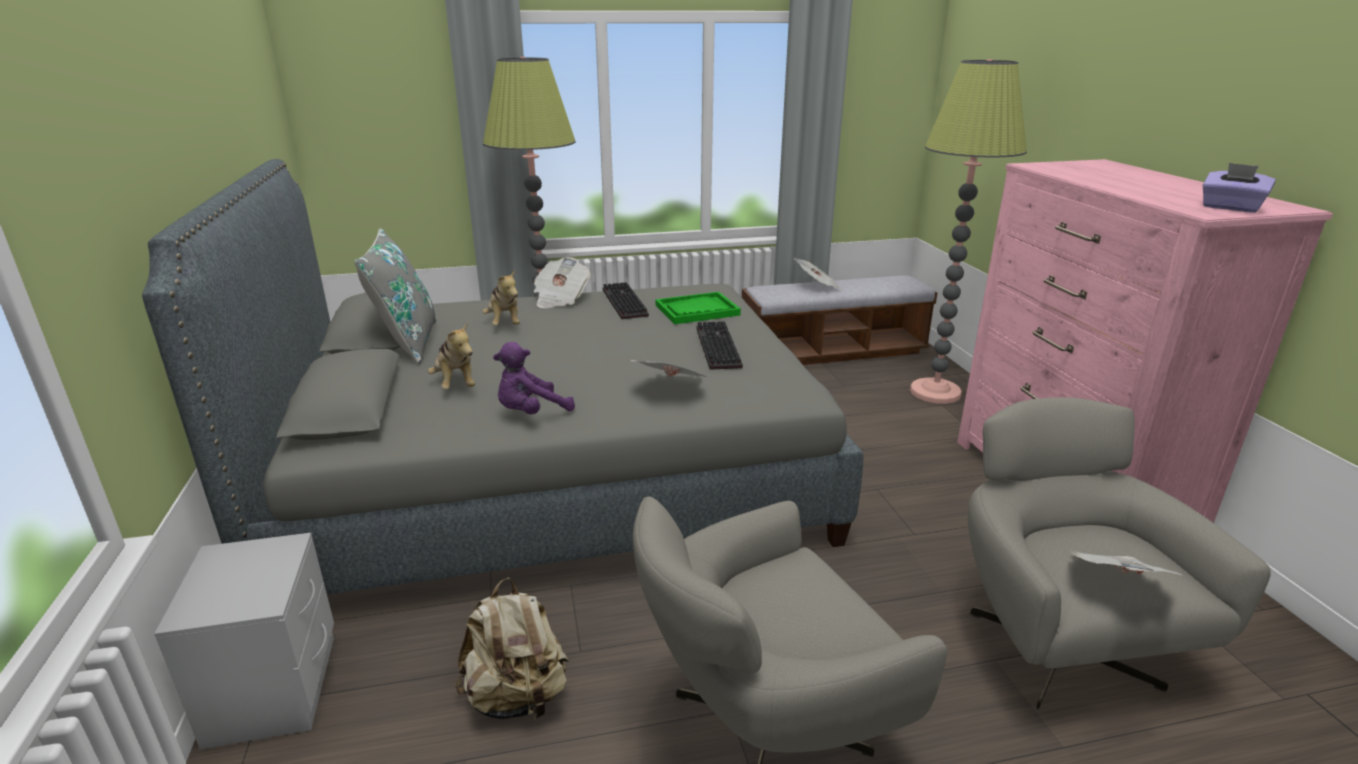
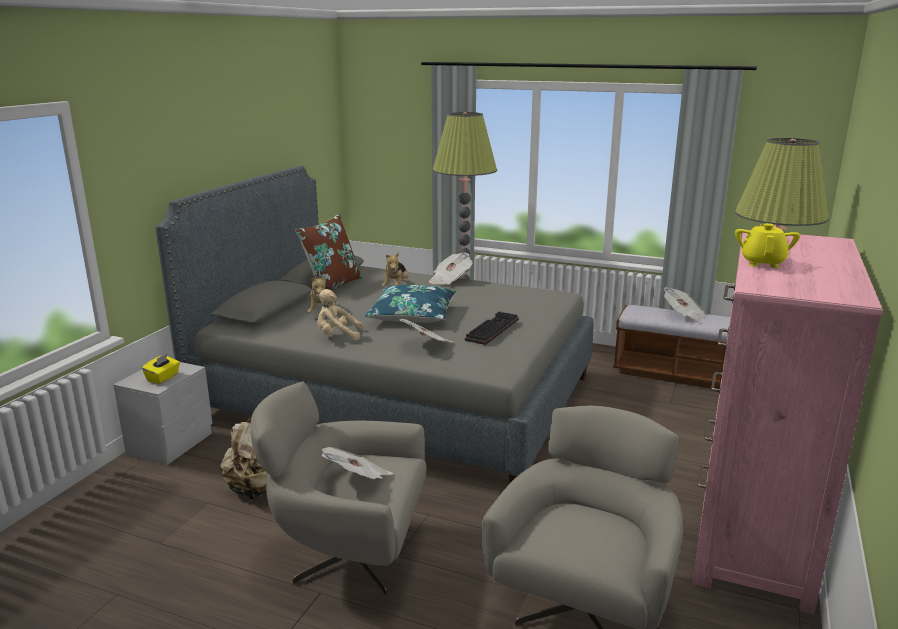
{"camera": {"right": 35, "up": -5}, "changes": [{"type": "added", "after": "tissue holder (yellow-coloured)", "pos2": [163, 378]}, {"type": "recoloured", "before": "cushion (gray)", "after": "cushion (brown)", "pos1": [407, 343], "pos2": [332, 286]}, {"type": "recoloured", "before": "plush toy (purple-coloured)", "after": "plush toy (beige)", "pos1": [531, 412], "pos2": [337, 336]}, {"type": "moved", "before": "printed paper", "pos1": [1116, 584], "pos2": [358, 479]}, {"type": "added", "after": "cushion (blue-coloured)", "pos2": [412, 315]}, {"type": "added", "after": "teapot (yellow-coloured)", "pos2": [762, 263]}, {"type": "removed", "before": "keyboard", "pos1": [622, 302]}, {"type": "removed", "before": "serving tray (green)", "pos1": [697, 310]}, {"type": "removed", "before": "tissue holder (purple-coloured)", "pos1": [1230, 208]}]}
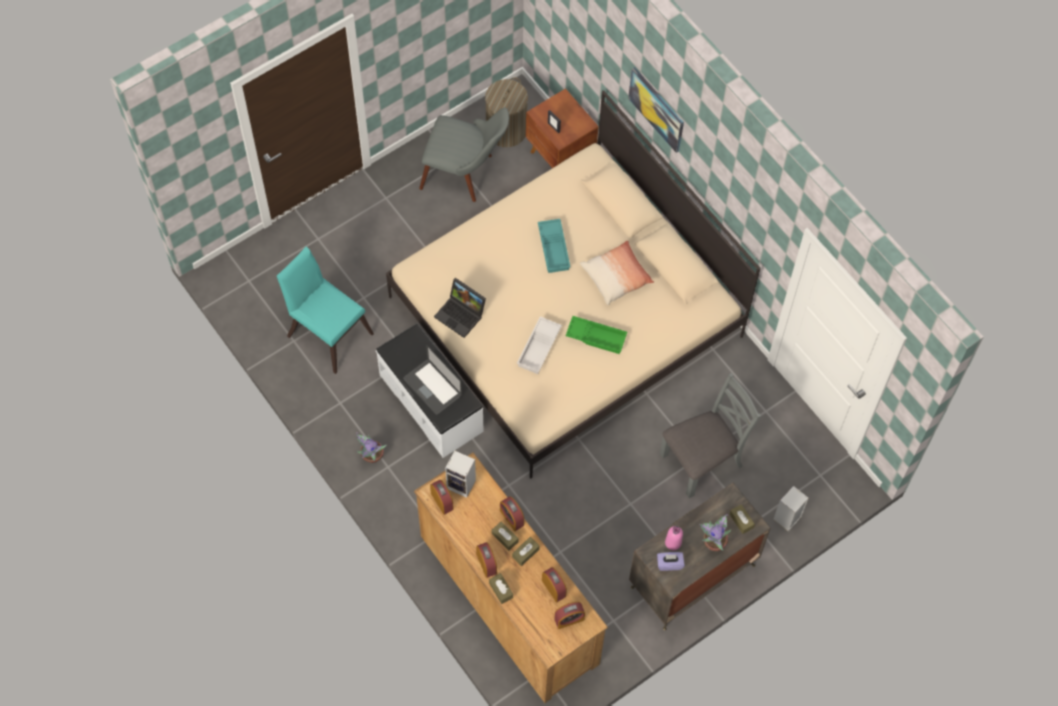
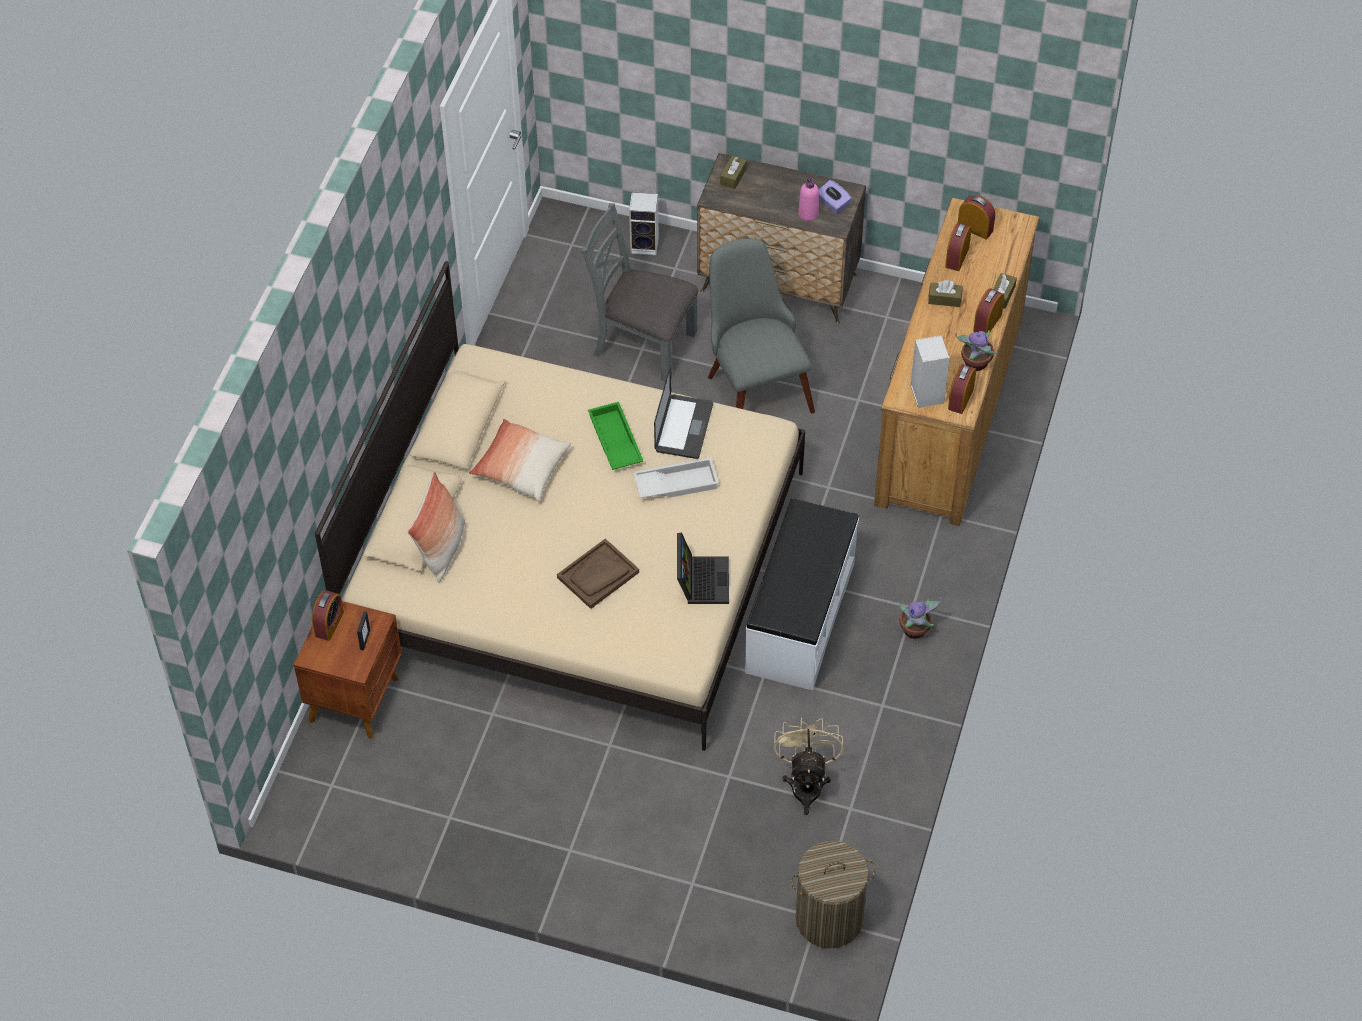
{"camera": {"right": -125, "up": -10}, "changes": [{"type": "moved", "before": "table clock", "pos1": [511, 517], "pos2": [329, 624]}, {"type": "added", "after": "cushion", "pos2": [442, 549]}, {"type": "added", "after": "serving tray (brown)", "pos2": [598, 575]}, {"type": "moved", "before": "notebook computer", "pos1": [432, 387], "pos2": [684, 428]}, {"type": "moved", "before": "plain chair (gray)", "pos1": [466, 173], "pos2": [754, 383]}, {"type": "replaced", "before": "plain chair (turquoise)", "after": "fan (beige)", "pos1": [327, 331], "pos2": [806, 783]}, {"type": "moved", "before": "laundry basket", "pos1": [506, 130], "pos2": [829, 918]}, {"type": "moved", "before": "plant in a pot", "pos1": [714, 541], "pos2": [975, 364]}, {"type": "removed", "before": "tissue holder (brown)", "pos1": [505, 537]}, {"type": "removed", "before": "serving tray (turquoise)", "pos1": [554, 248]}, {"type": "removed", "before": "wall art", "pos1": [657, 109]}]}
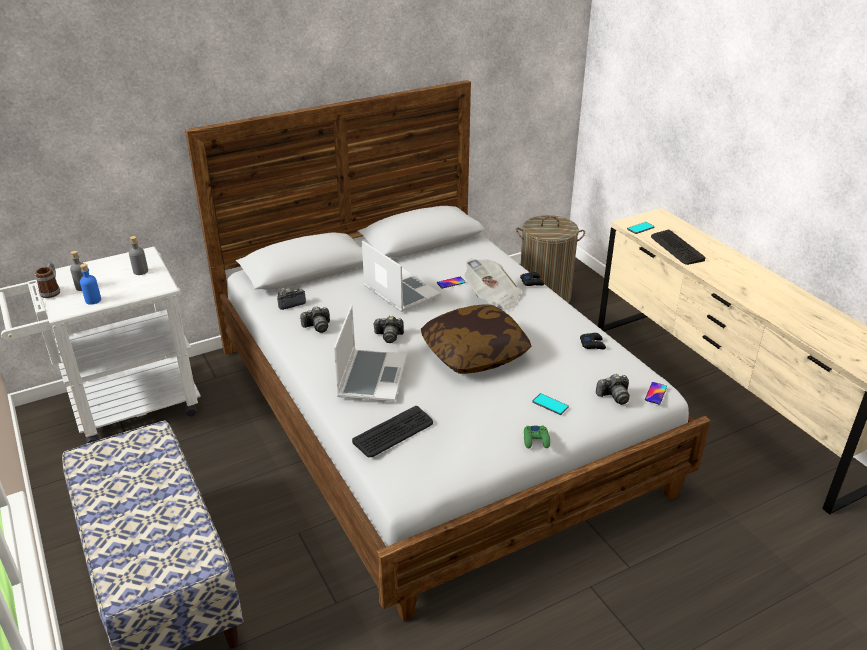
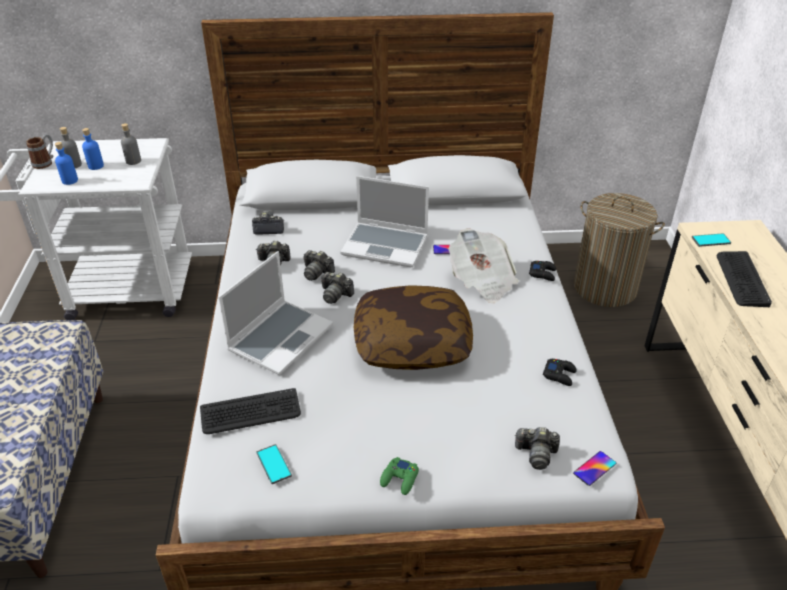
{"camera": {"right": 25, "up": 5}, "changes": [{"type": "added", "after": "bottle (blue-coloured)", "pos2": [96, 166]}, {"type": "moved", "before": "handset", "pos1": [550, 404], "pos2": [273, 464]}, {"type": "added", "after": "photo camera", "pos2": [317, 272]}, {"type": "turned", "before": "notebook computer", "pos1": [399, 291], "pos2": [386, 245], "turn": 120}]}
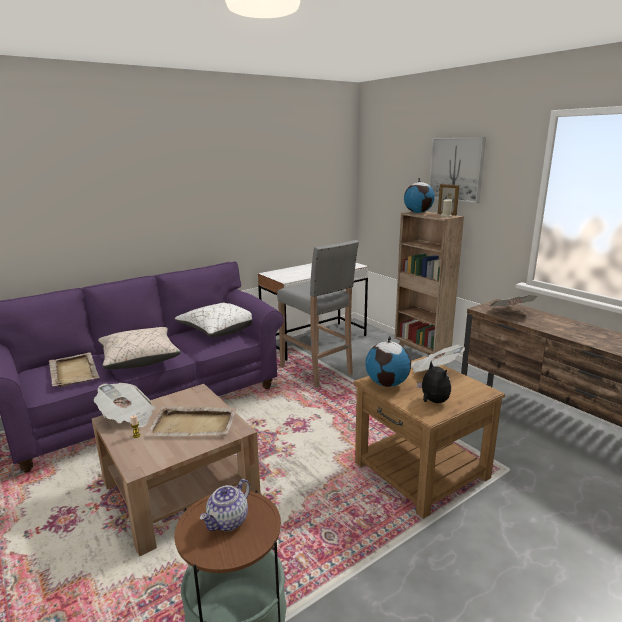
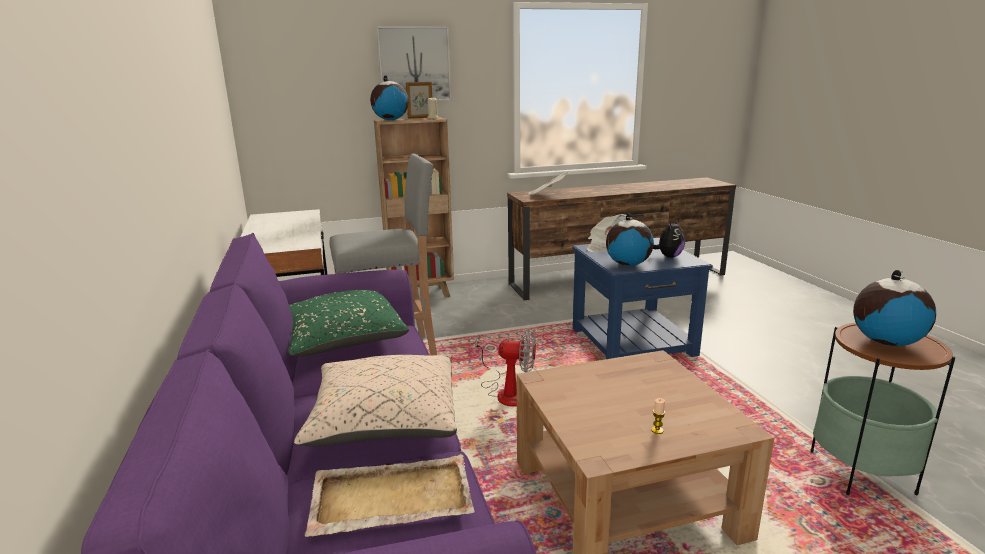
{"camera": {"right": -70, "up": 0}, "changes": [{"type": "recoloured", "before": "cushion (white-coloured)", "after": "cushion (green)", "pos1": [219, 330], "pos2": [341, 341]}, {"type": "added", "after": "fan", "pos2": [507, 392]}, {"type": "recoloured", "before": "end table (brown)", "after": "end table (blue-coloured)", "pos1": [420, 471], "pos2": [632, 342]}, {"type": "turned", "before": "plush toy", "pos1": [433, 401], "pos2": [668, 256], "turn": 135}, {"type": "replaced", "before": "teapot", "after": "desk globe", "pos1": [228, 521], "pos2": [885, 342]}, {"type": "removed", "before": "printed paper", "pos1": [127, 417]}, {"type": "removed", "before": "serving tray (beige)", "pos1": [194, 424]}]}
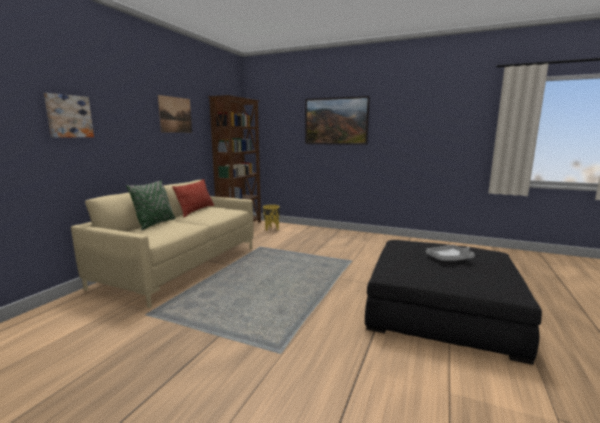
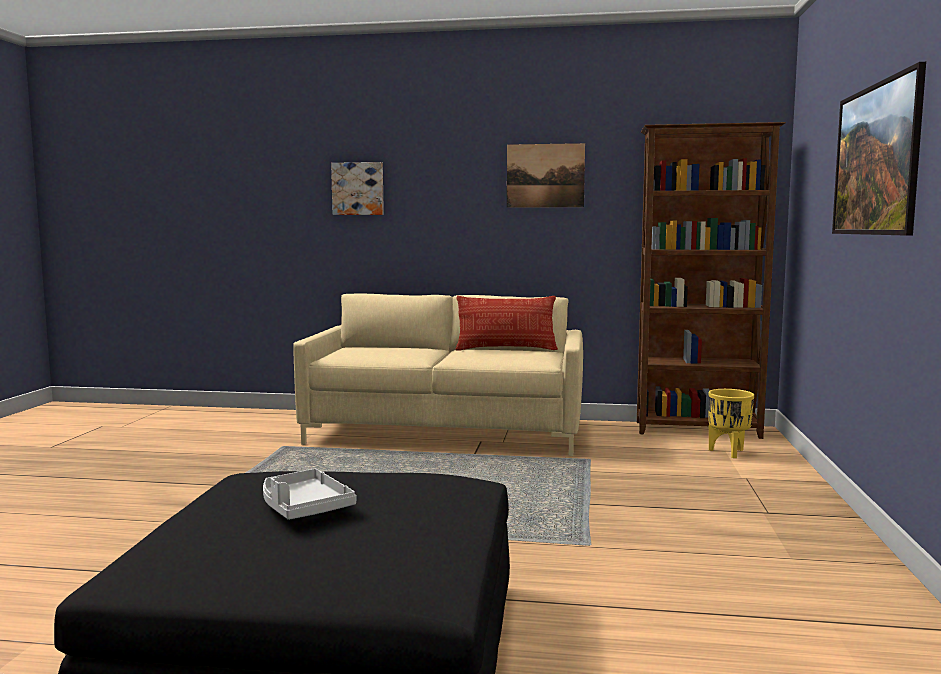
{"camera": {"right": 75, "up": -5}, "changes": [{"type": "removed", "before": "cushion (green)", "pos1": [155, 224]}]}
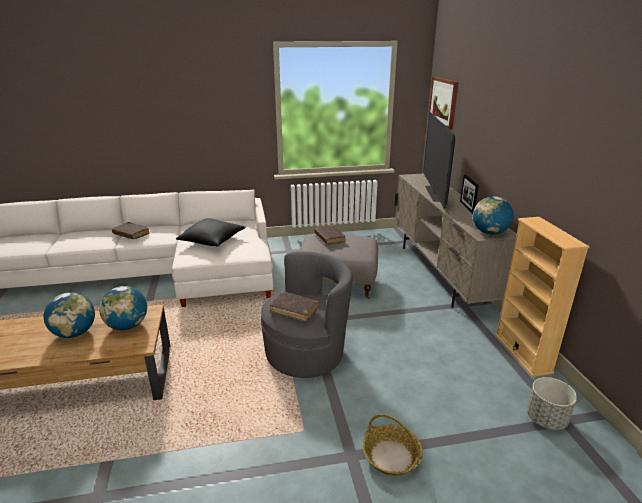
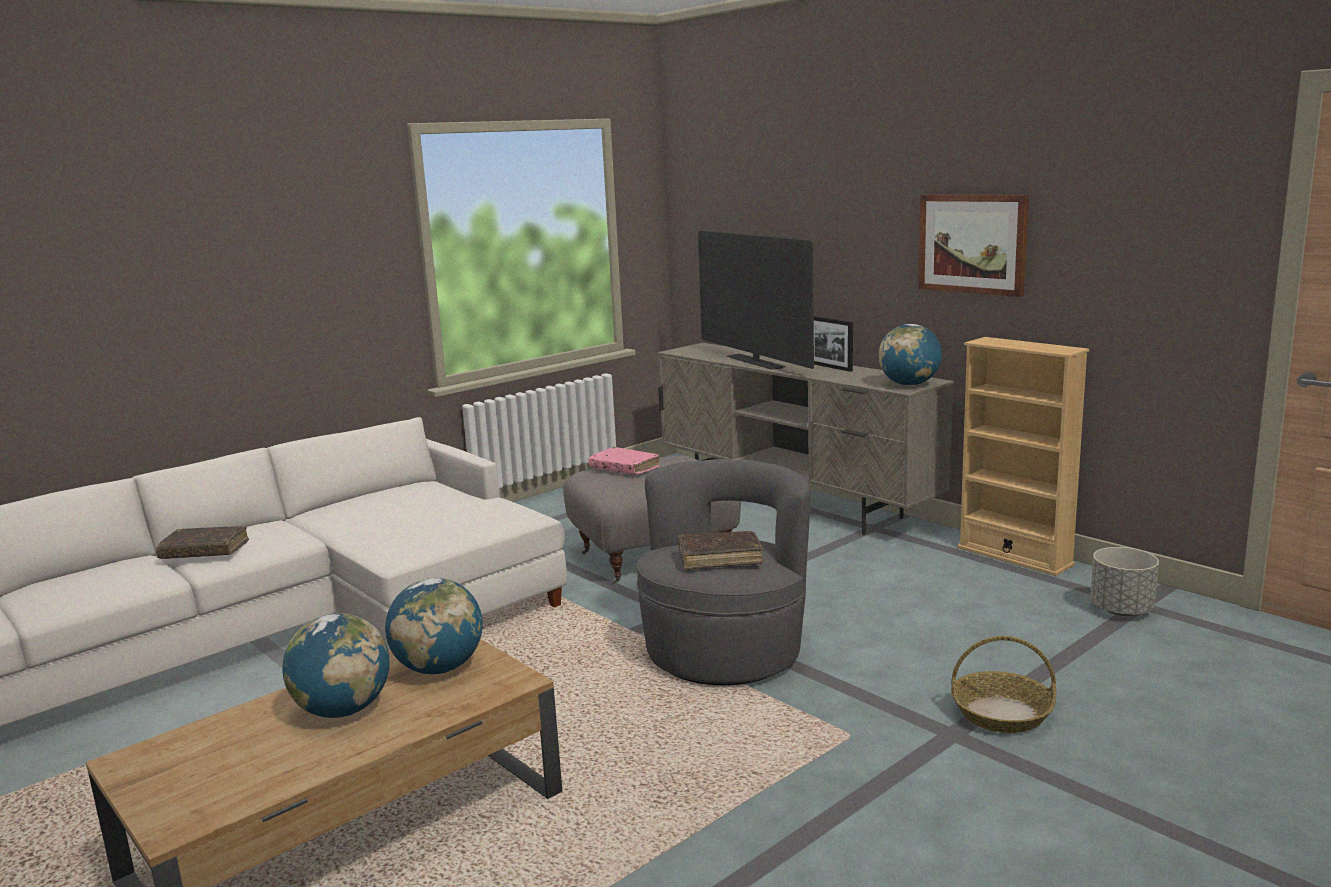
{"camera": {"right": -30, "up": -10}, "changes": [{"type": "recoloured", "before": "book (brown)", "after": "book (pink)", "pos1": [329, 238], "pos2": [624, 468]}, {"type": "moved", "before": "wall art", "pos1": [443, 102], "pos2": [972, 243]}, {"type": "removed", "before": "cushion (black-coloured)", "pos1": [212, 240]}]}
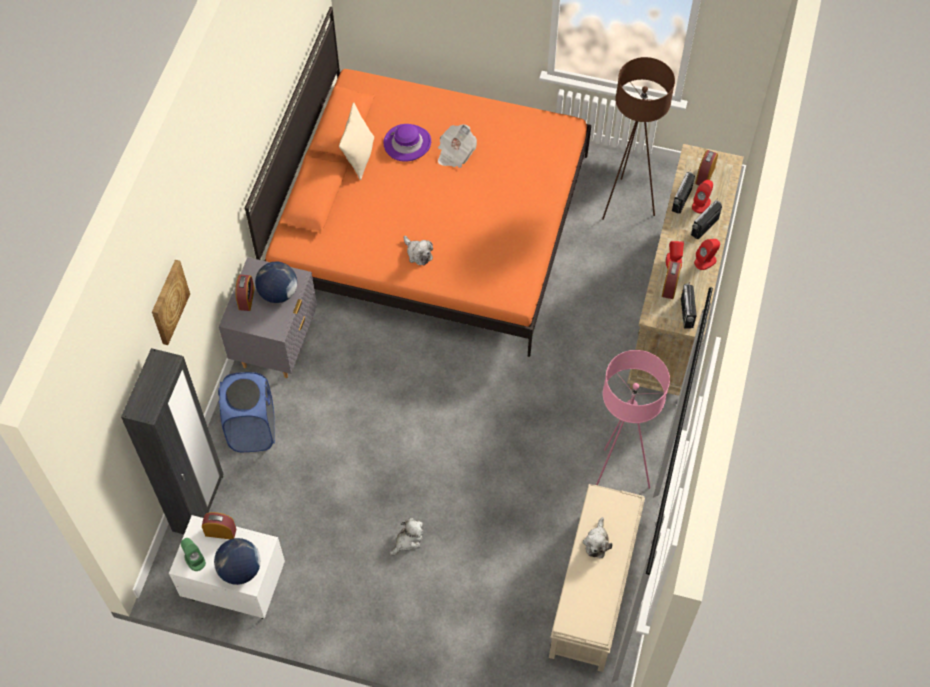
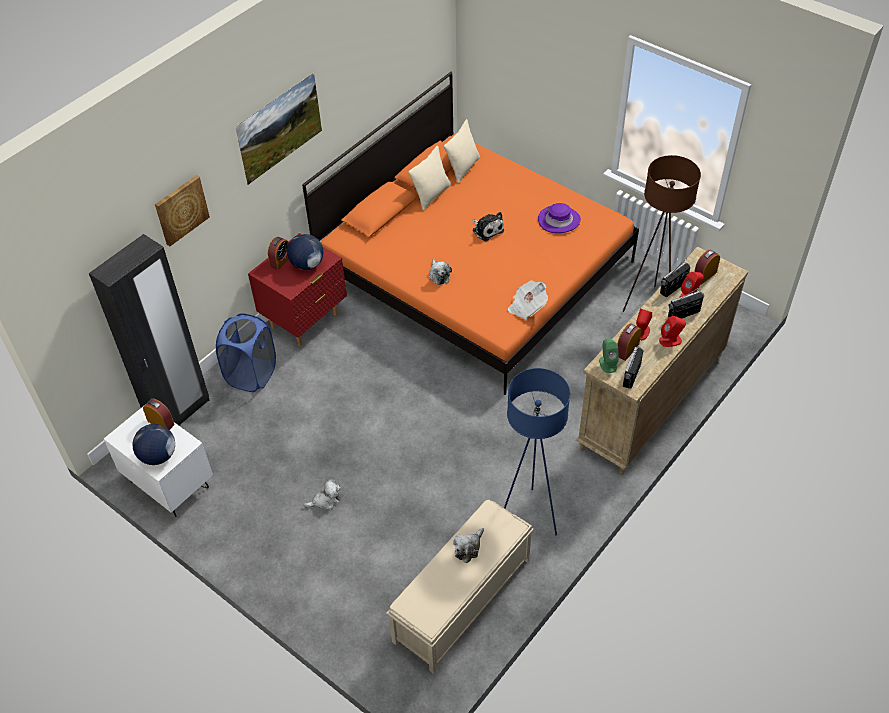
{"camera": {"right": 25, "up": -10}, "changes": [{"type": "added", "after": "wall art", "pos2": [283, 143]}, {"type": "recoloured", "before": "night table (gray)", "after": "night table (red-coloured)", "pos1": [276, 347], "pos2": [305, 321]}, {"type": "added", "after": "cushion (beige)", "pos2": [463, 168]}, {"type": "added", "after": "plush toy", "pos2": [487, 230]}, {"type": "recoloured", "before": "standing lamp (pink)", "after": "standing lamp (blue-coloured)", "pos1": [616, 479], "pos2": [529, 517]}, {"type": "moved", "before": "printed paper", "pos1": [455, 153], "pos2": [527, 307]}, {"type": "moved", "before": "hat (purple-coloured)", "pos1": [407, 143], "pos2": [559, 220]}, {"type": "moved", "before": "speaker (green)", "pos1": [194, 559], "pos2": [607, 364]}]}
